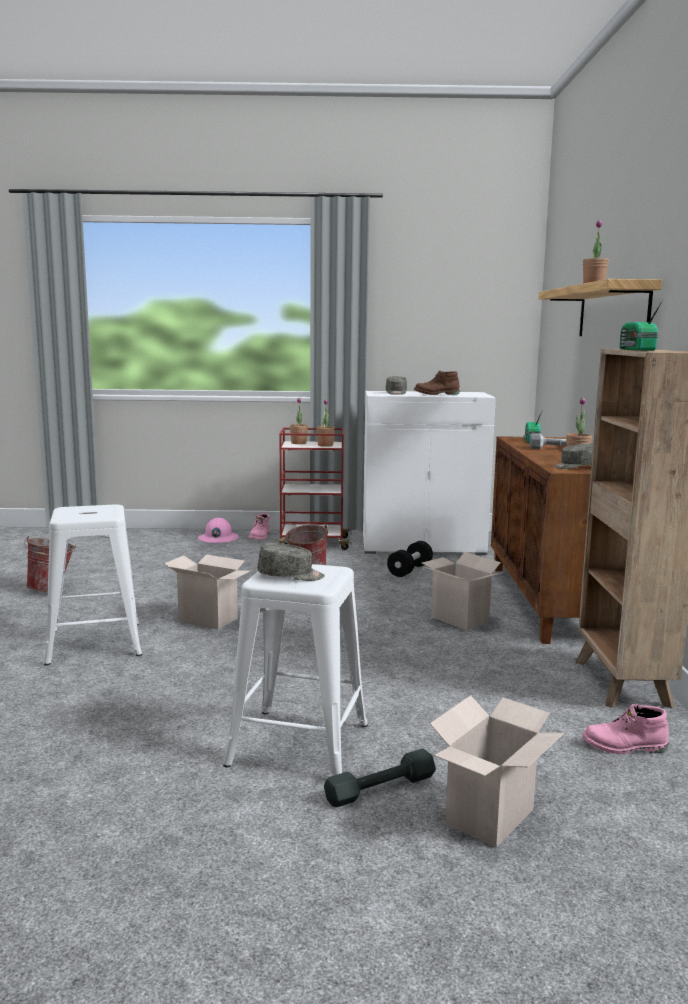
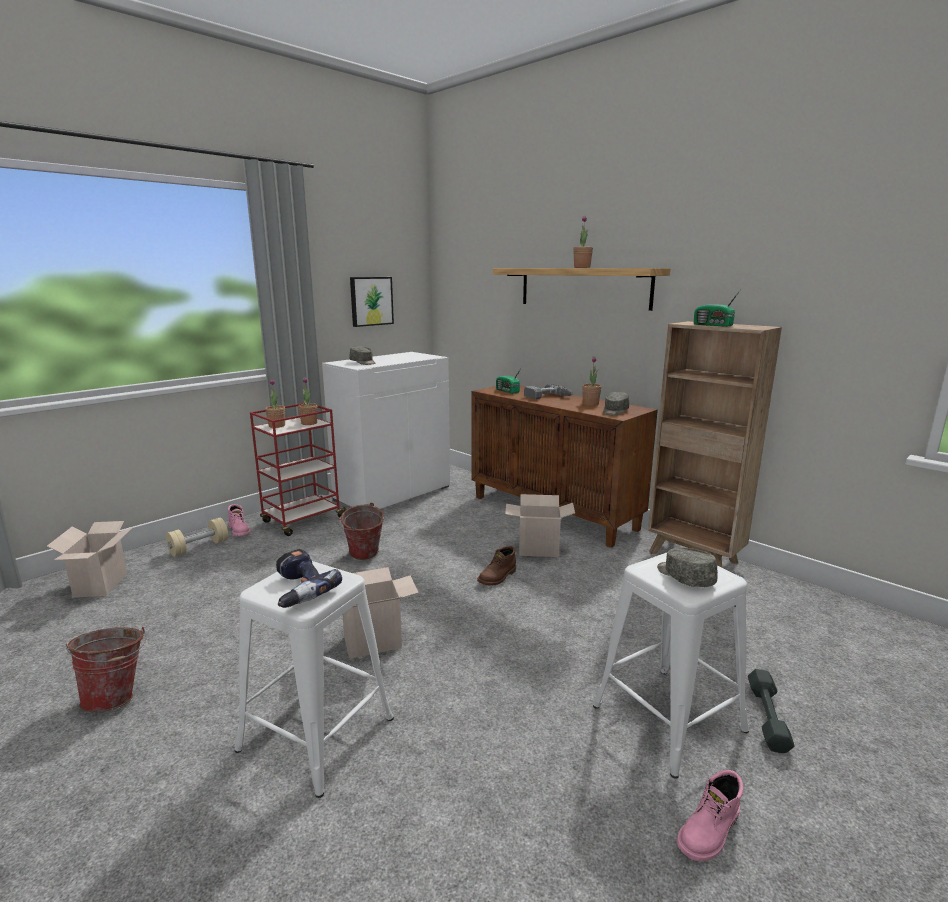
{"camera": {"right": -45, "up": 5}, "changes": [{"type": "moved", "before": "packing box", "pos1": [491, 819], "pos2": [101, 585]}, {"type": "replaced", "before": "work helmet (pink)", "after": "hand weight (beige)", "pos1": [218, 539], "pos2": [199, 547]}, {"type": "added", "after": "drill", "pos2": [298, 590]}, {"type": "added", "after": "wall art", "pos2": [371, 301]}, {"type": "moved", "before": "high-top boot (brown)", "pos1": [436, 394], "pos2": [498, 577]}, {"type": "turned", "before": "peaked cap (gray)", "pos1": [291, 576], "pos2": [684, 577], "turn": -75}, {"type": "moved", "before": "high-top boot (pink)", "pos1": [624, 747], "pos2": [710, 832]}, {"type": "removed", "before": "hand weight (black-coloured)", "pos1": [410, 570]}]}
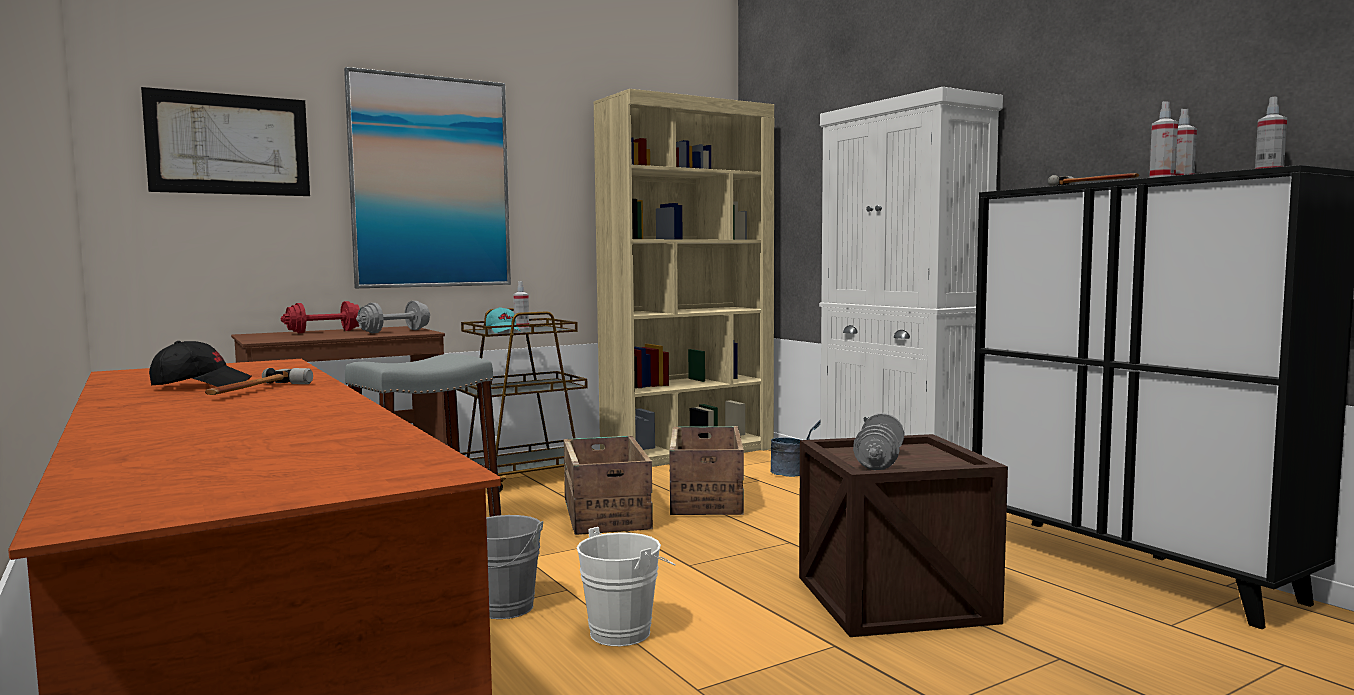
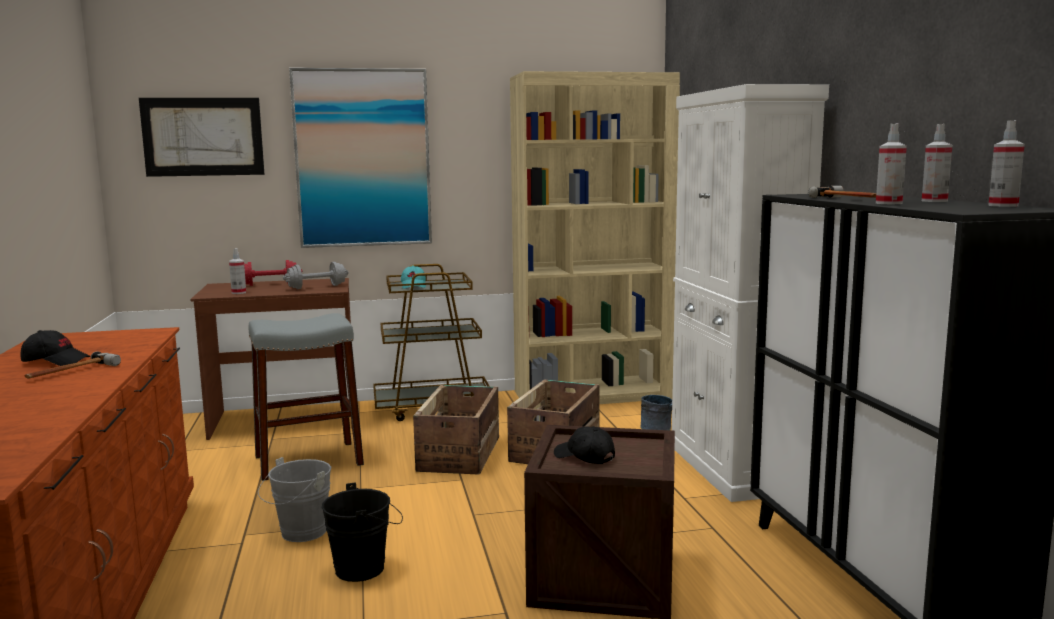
{"camera": {"right": 20, "up": 5}, "changes": [{"type": "moved", "before": "hand sprayer", "pos1": [521, 328], "pos2": [239, 292]}, {"type": "recoloured", "before": "pail (white-coloured)", "after": "pail (black-coloured)", "pos1": [626, 631], "pos2": [365, 568]}, {"type": "replaced", "before": "hand weight (gray)", "after": "peaked cap (black-coloured)", "pos1": [879, 461], "pos2": [584, 457]}]}
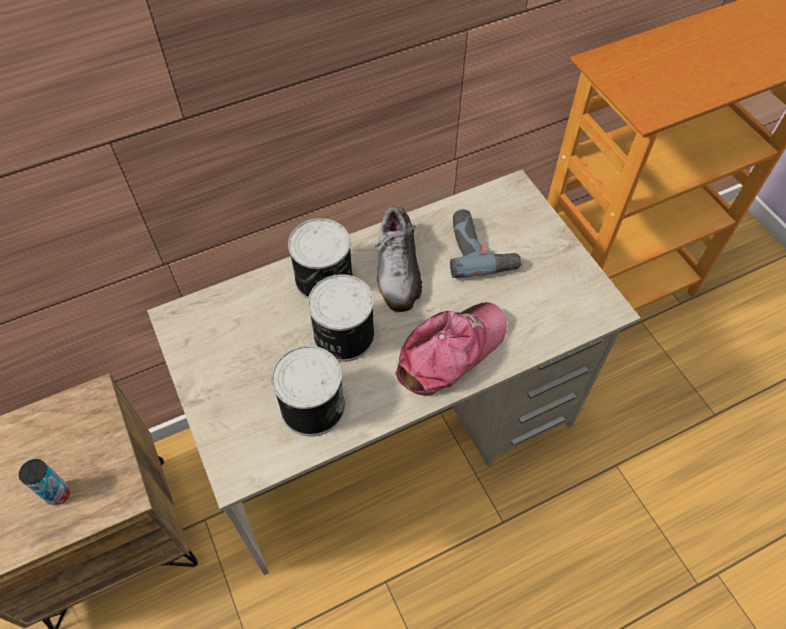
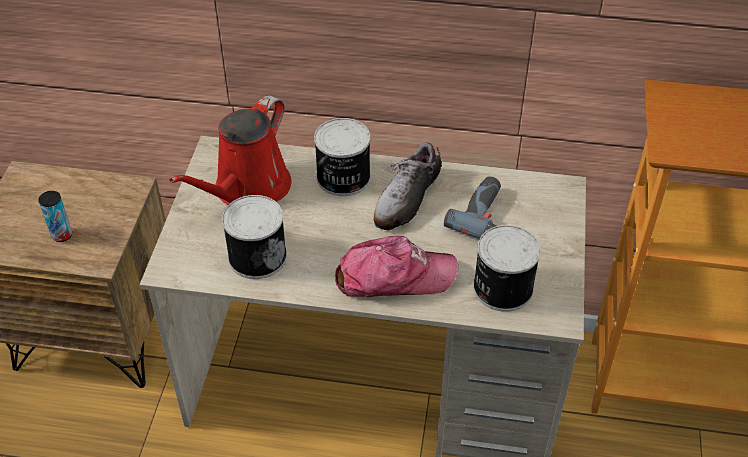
{"camera": {"right": 35, "up": -10}, "changes": [{"type": "added", "after": "sprinkling can (red-coloured)", "pos2": [248, 190]}, {"type": "moved", "before": "metal can", "pos1": [342, 336], "pos2": [501, 288]}]}
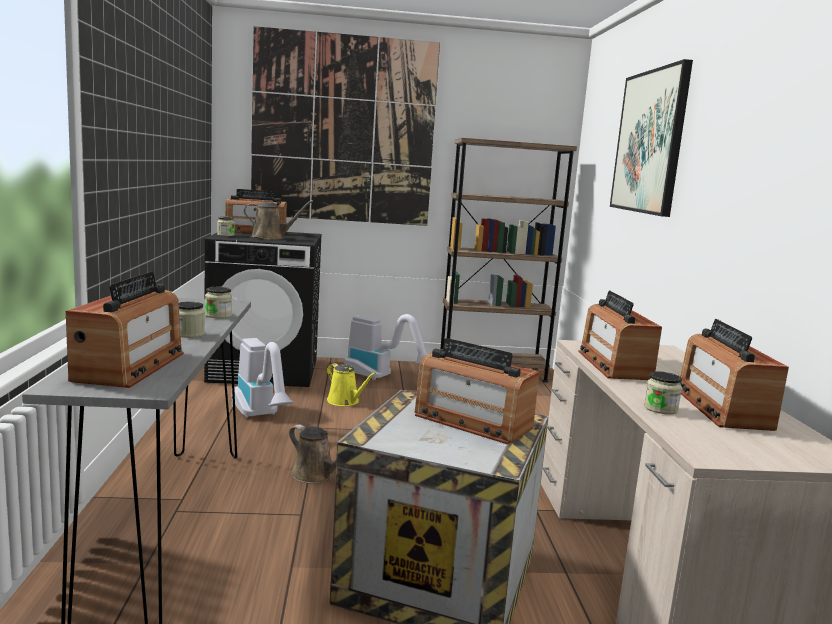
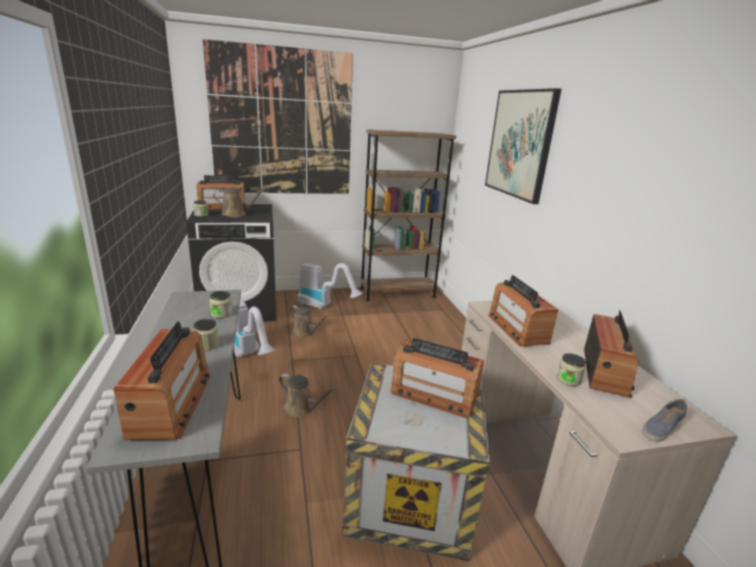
{"camera": {"right": -10, "up": 10}, "changes": [{"type": "recoloured", "before": "sprinkling can (yellow-coloured)", "after": "sprinkling can (brown)", "pos1": [345, 401], "pos2": [305, 332]}, {"type": "turned", "before": "radio set", "pos1": [722, 408], "pos2": [605, 371], "turn": -150}, {"type": "added", "after": "low shoe", "pos2": [661, 428]}]}
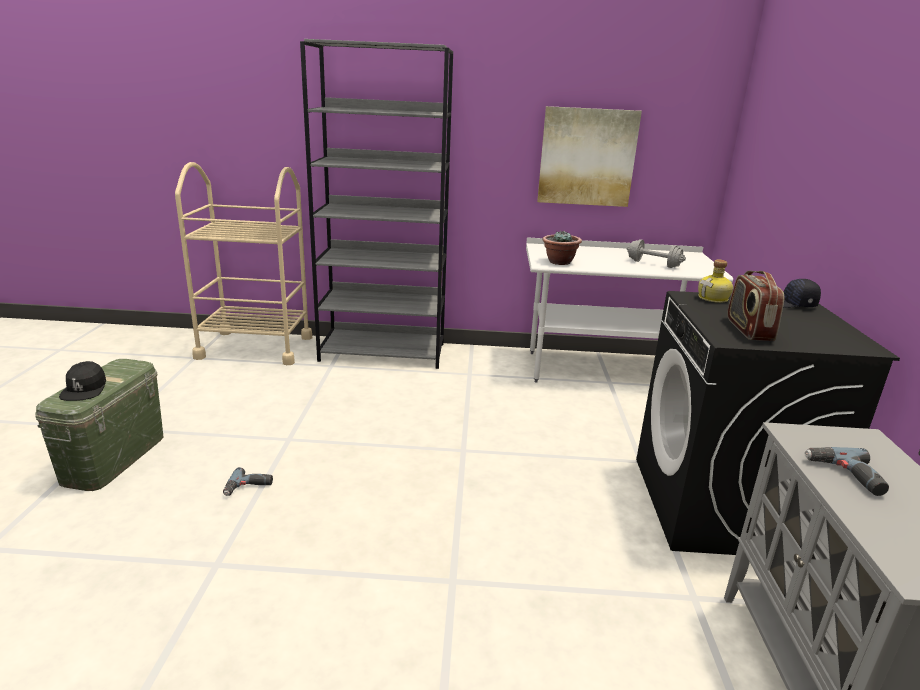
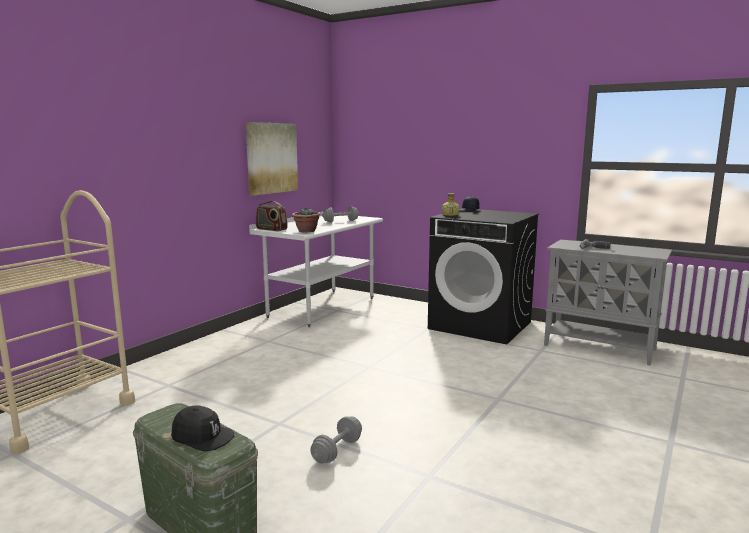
{"camera": {"right": -60, "up": -10}, "changes": [{"type": "moved", "before": "radio set", "pos1": [748, 330], "pos2": [271, 229]}, {"type": "replaced", "before": "drill", "after": "hand weight (gray)", "pos1": [248, 488], "pos2": [337, 451]}, {"type": "removed", "before": "bookcase (gray)", "pos1": [383, 352]}]}
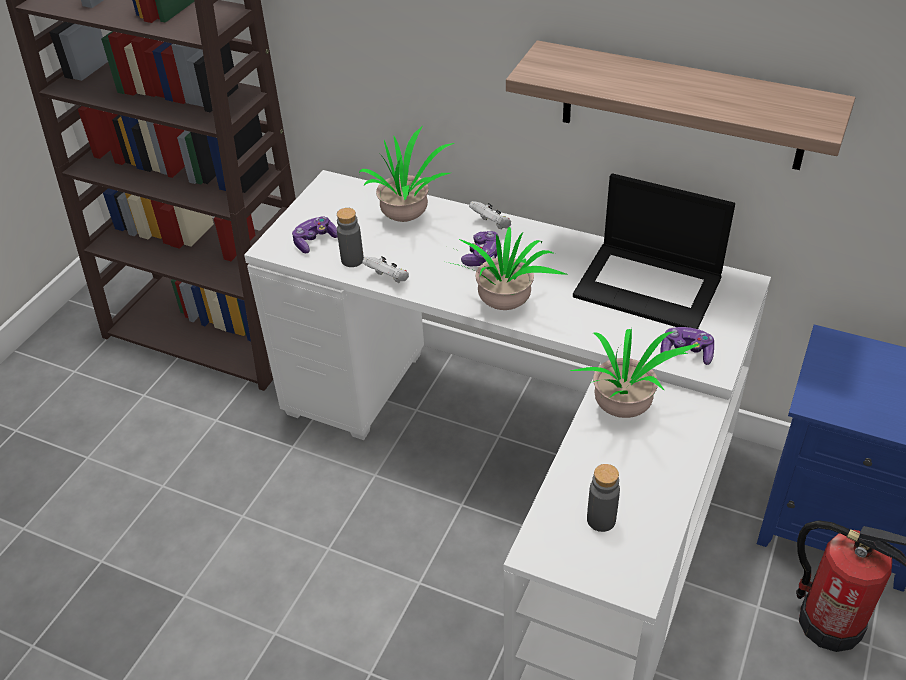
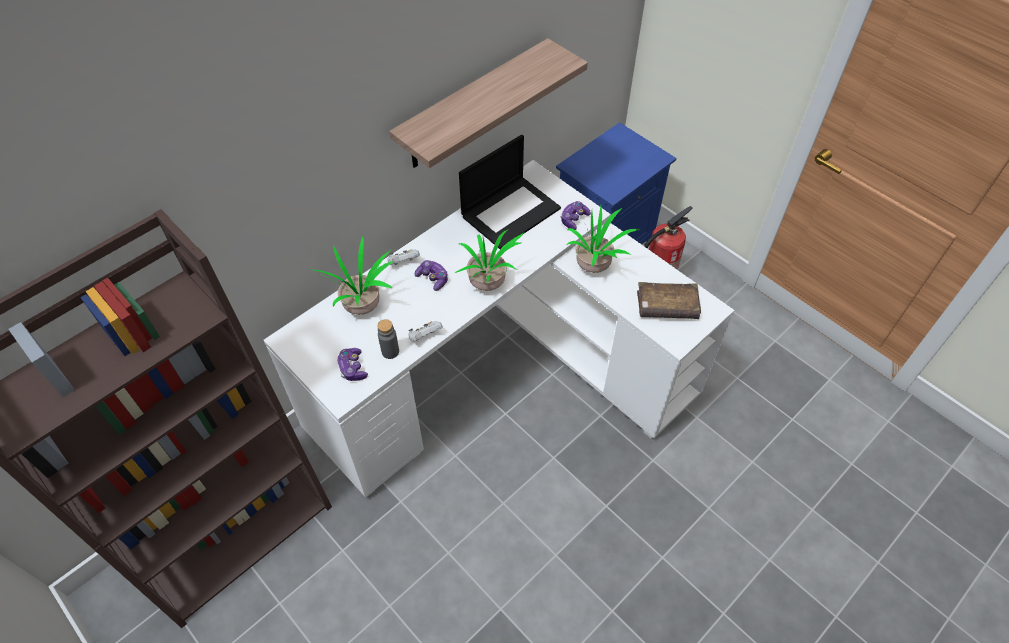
{"camera": {"right": -70, "up": 10}, "changes": [{"type": "replaced", "before": "bottle (gray)", "after": "book (brown)", "pos1": [601, 520], "pos2": [666, 307]}]}
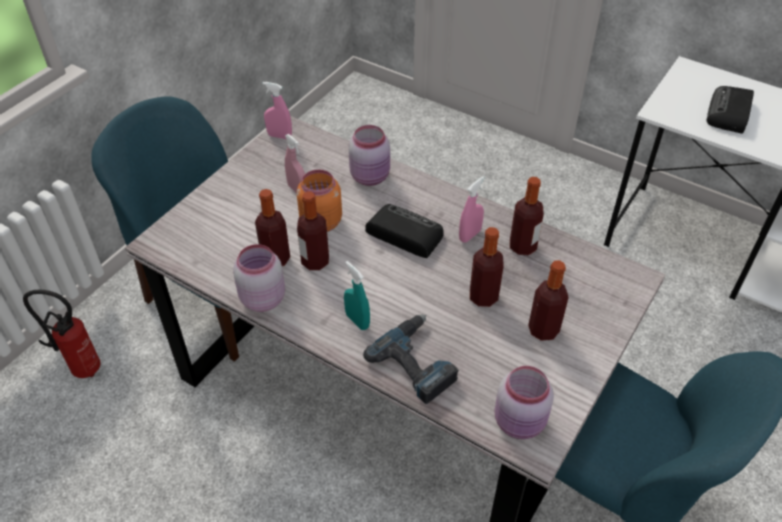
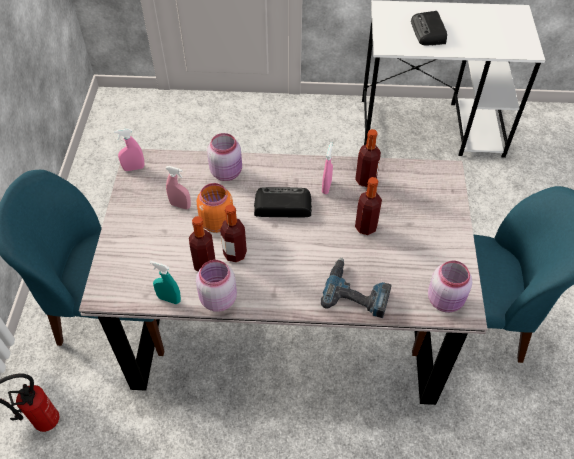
{"camera": {"right": -30, "up": 5}, "changes": [{"type": "moved", "before": "hand sprayer (turquoise)", "pos1": [357, 321], "pos2": [169, 299]}, {"type": "removed", "before": "bottle", "pos1": [543, 330]}]}
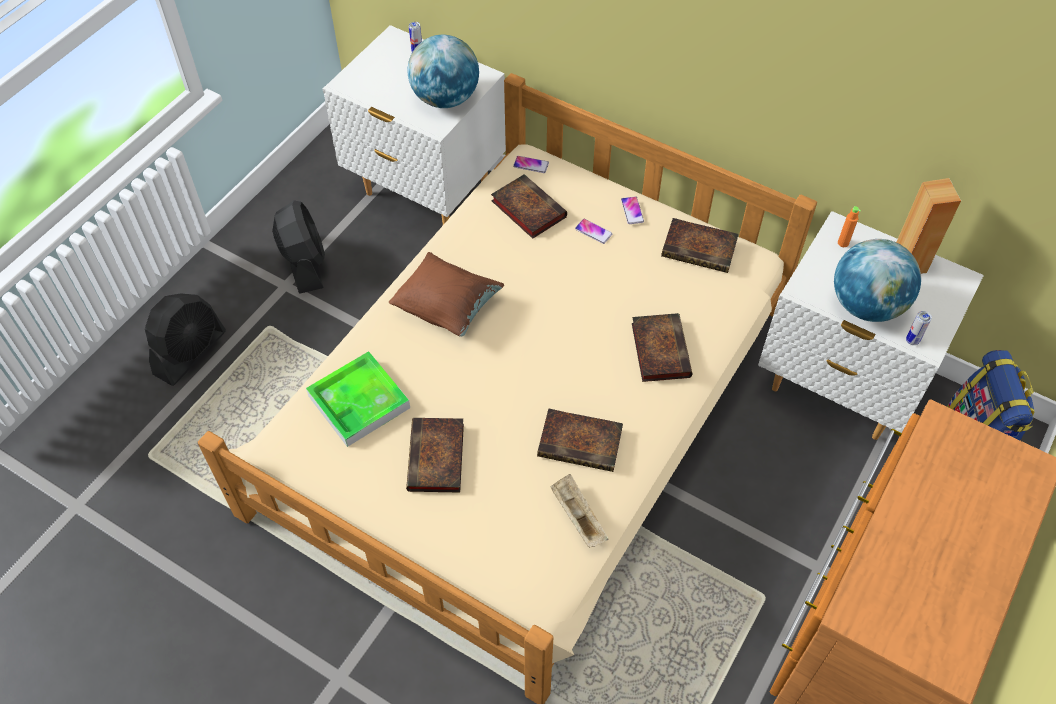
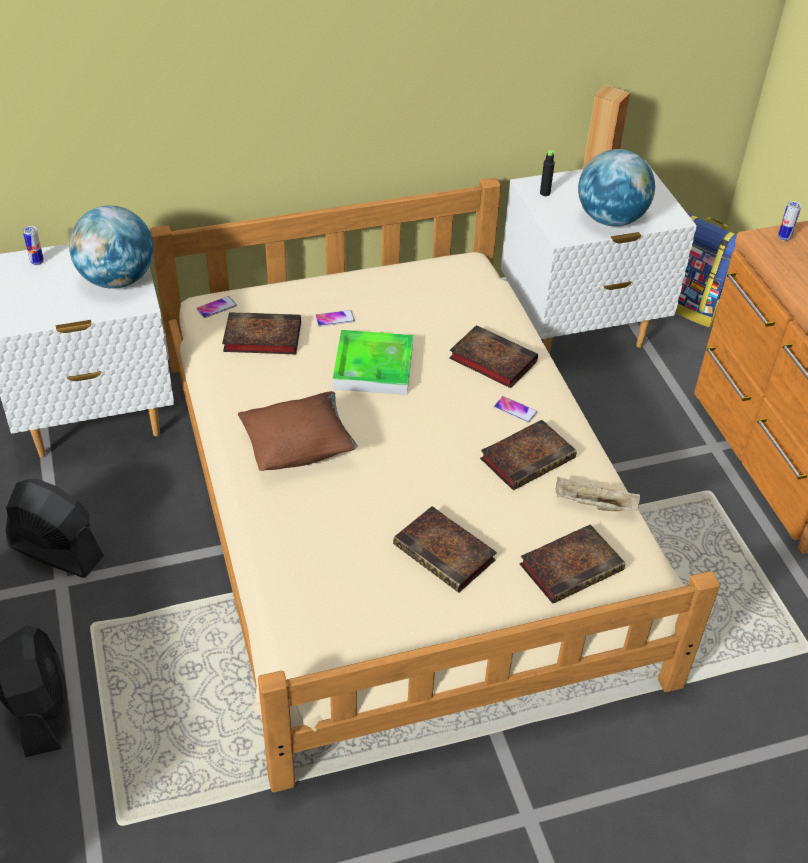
{"camera": {"right": -50, "up": -10}, "changes": [{"type": "moved", "before": "serving tray", "pos1": [359, 402], "pos2": [373, 367]}, {"type": "moved", "before": "handset", "pos1": [632, 211], "pos2": [515, 410]}, {"type": "moved", "before": "book", "pos1": [701, 249], "pos2": [572, 566]}, {"type": "recoloured", "before": "bottle (orangey)", "after": "bottle (black-coloured)", "pos1": [843, 243], "pos2": [545, 193]}, {"type": "moved", "before": "metal can", "pos1": [912, 340], "pos2": [784, 237]}]}
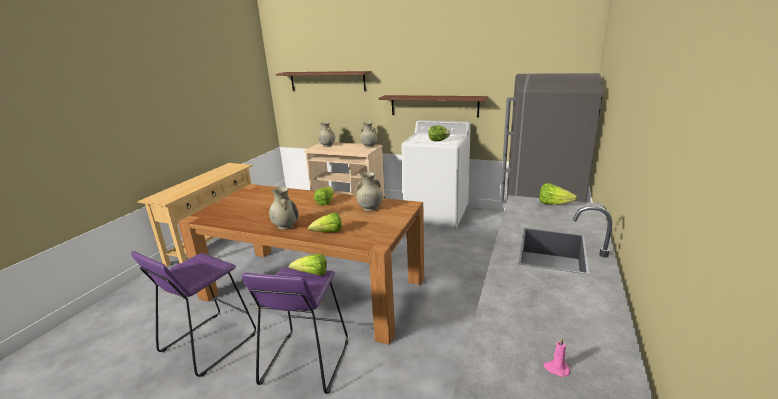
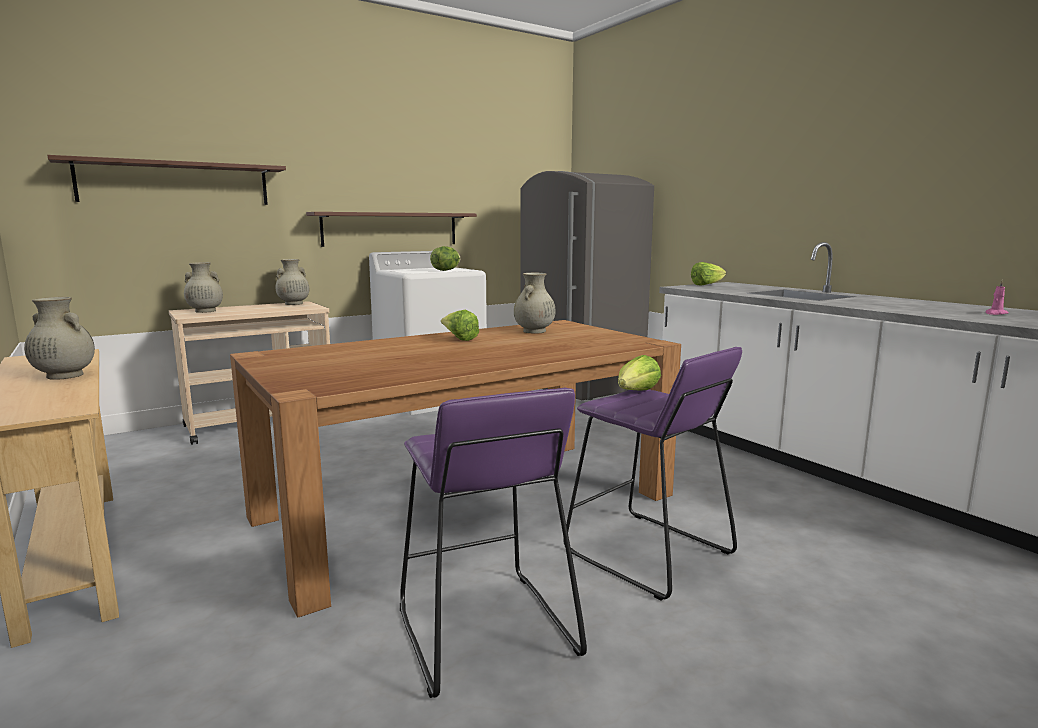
{"camera": {"right": -55, "up": -10}, "changes": [{"type": "moved", "before": "decorative vase (beige)", "pos1": [285, 226], "pos2": [64, 376]}, {"type": "removed", "before": "head of lettuce", "pos1": [328, 233]}]}
